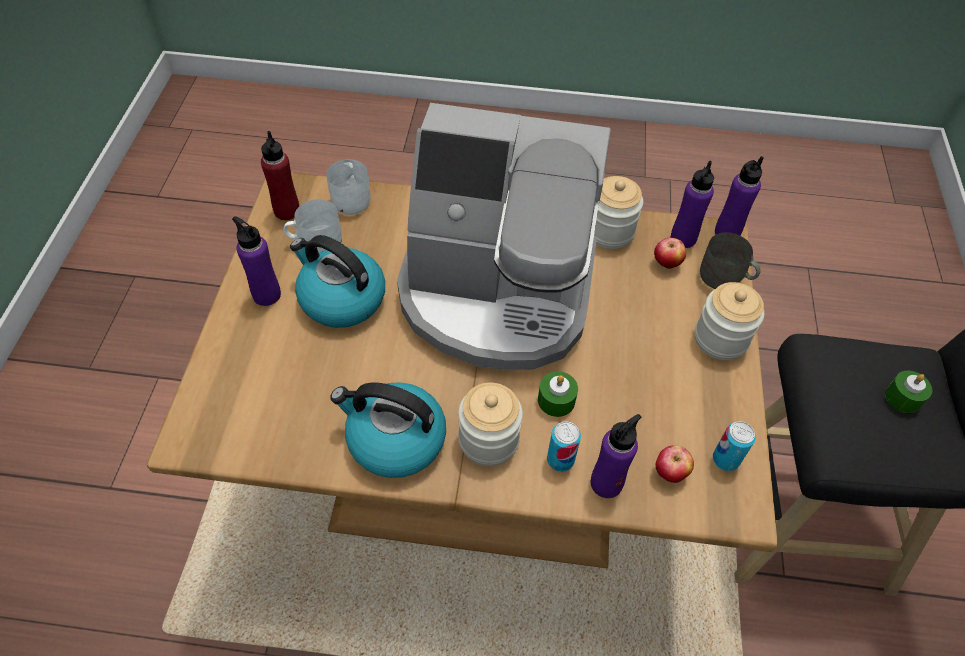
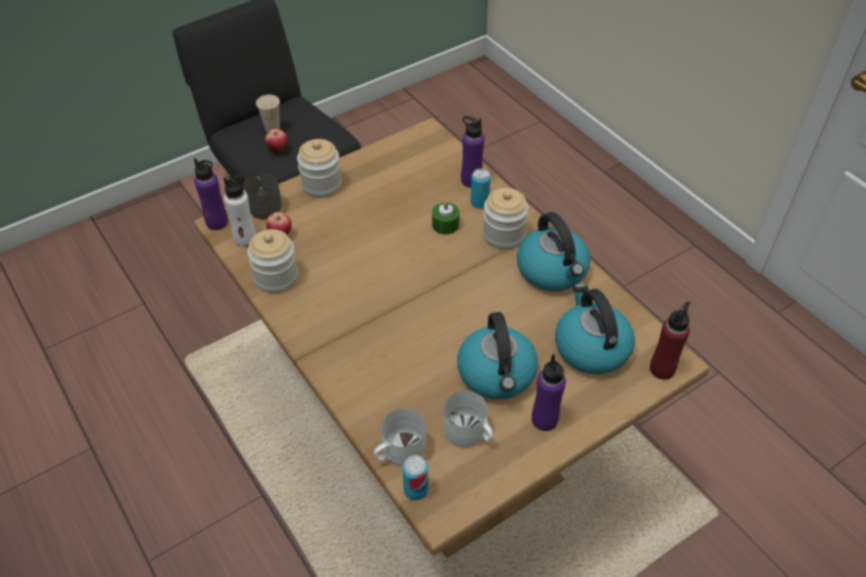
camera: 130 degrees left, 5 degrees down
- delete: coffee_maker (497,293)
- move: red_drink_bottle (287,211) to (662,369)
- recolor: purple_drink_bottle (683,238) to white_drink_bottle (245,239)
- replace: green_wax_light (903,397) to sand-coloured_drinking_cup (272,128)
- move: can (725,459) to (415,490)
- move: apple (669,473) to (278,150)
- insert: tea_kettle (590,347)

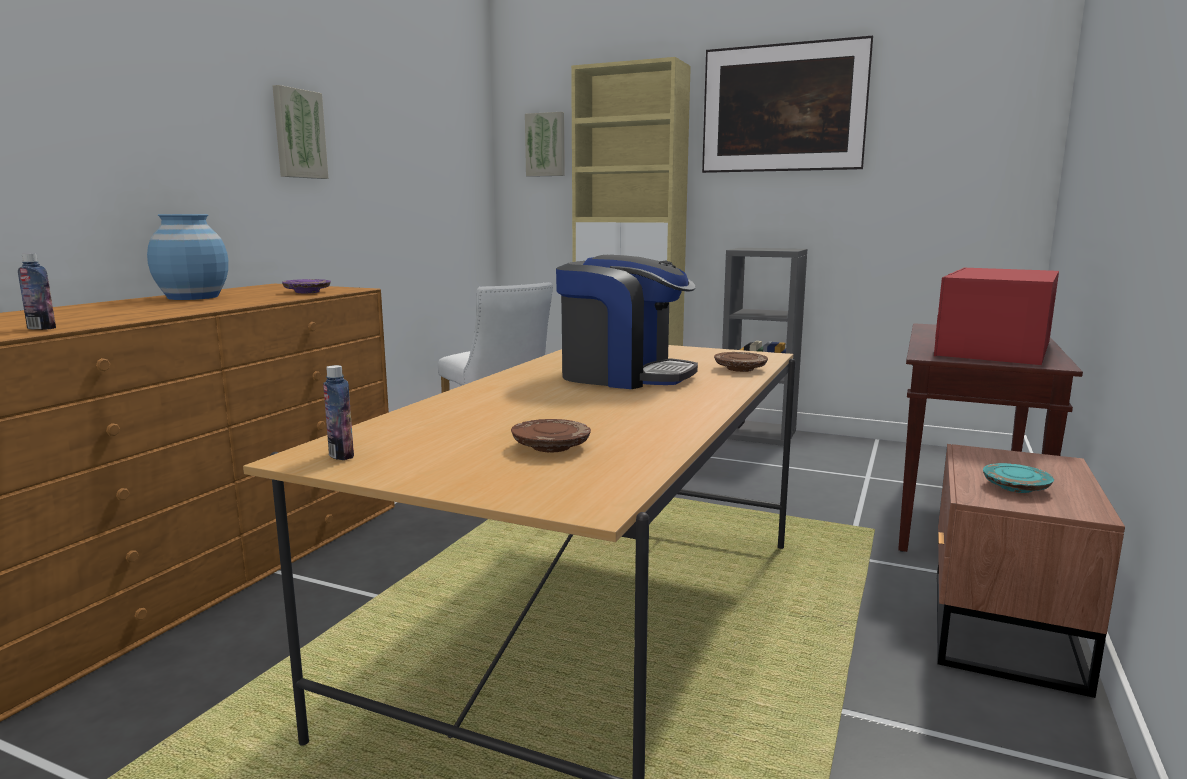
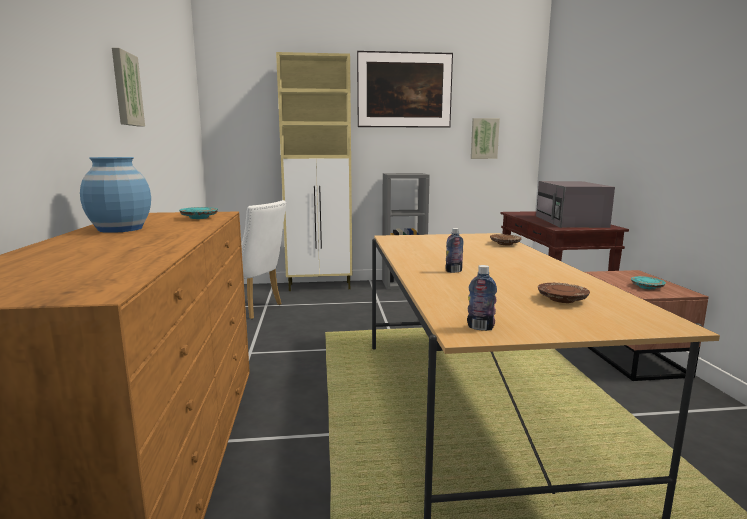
camera: 30 degrees left, 0 degrees up
- move: picture (546,145) to (484,138)
- move: drink_bottle (41,328) to (453,271)
- delete: coffee_maker (624,376)
- recolor: red_microwave (994,349) to greyish_microwave (570,221)
- recolor: purple_dinner_plate (307,292) to blue-green_dinner_plate (199,218)

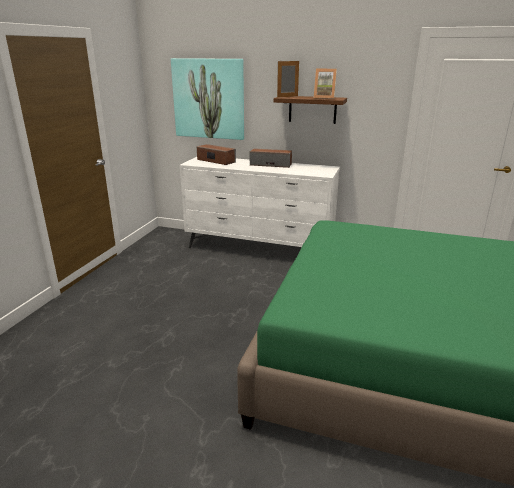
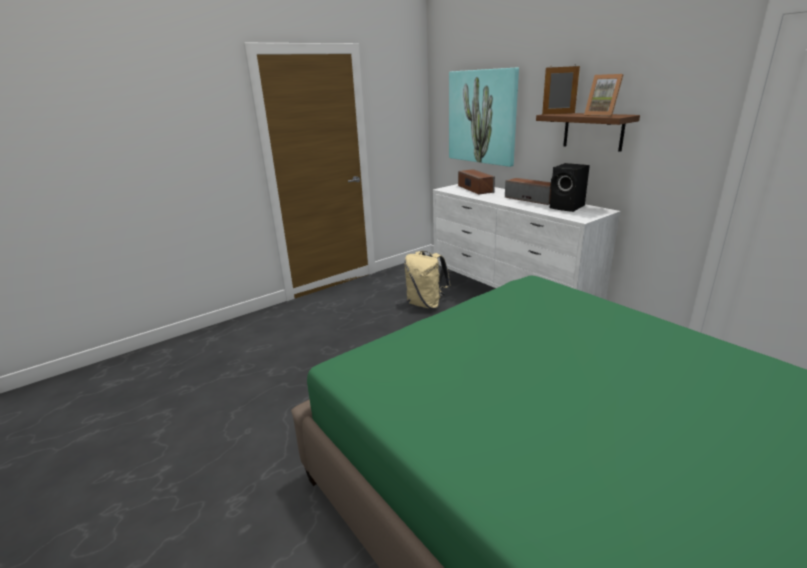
camera: 35 degrees right, 0 degrees up
- insert: black_speaker (568,207)
- insert: sand-coloured_knapsack (426,304)

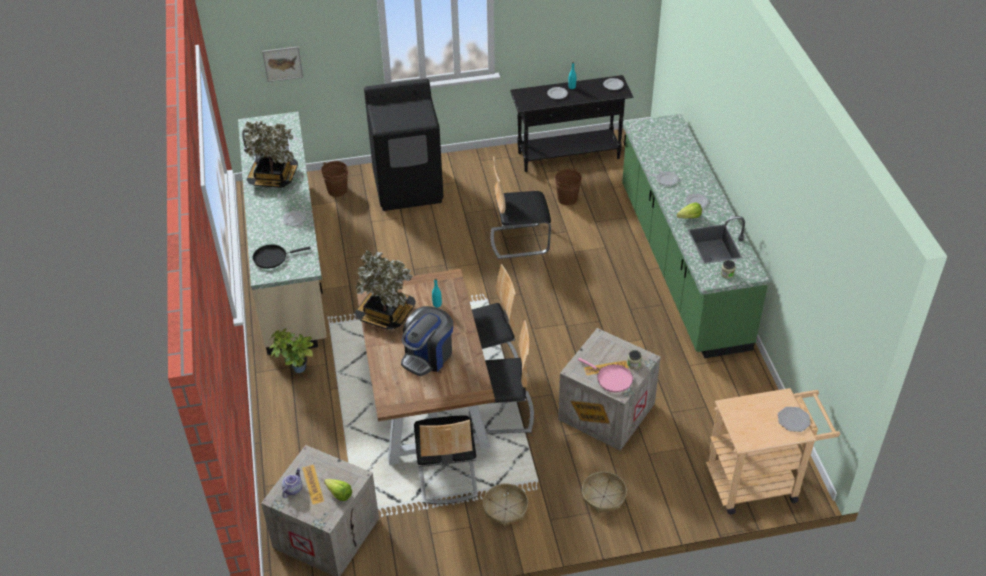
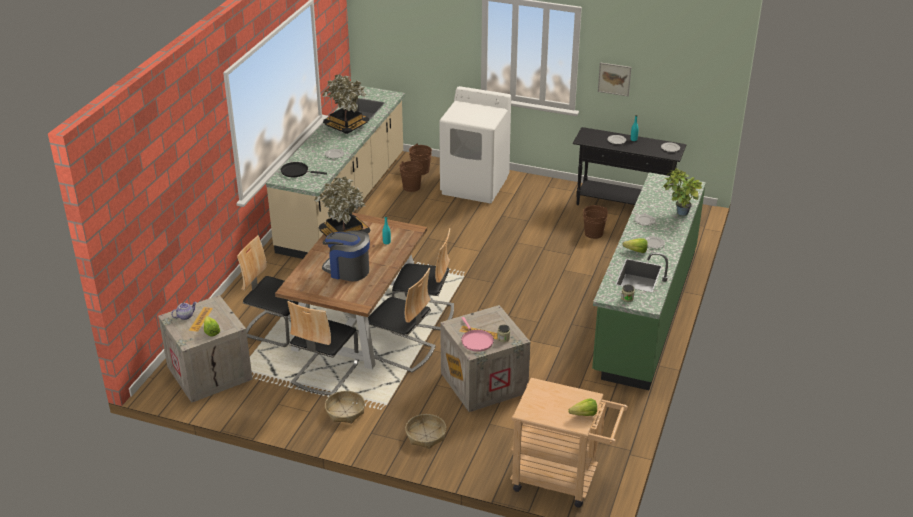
camera: 30 degrees right, 10 degrees down
- move: picture (282,63) to (614,79)
- recolor: black_washing_machine (408,187) to white_washing_machine (475,185)
- move: upright_chair (519,240) to (276,329)
- rotate: coffee_maker (428,356) = (347,270) 45 degrees clockwise
- move: houseplant (296,370) to (678,213)
- replace: dinner_plate (793,420) to lettuce_head (581,415)
- insert: brownish_water_bucket (411,187)

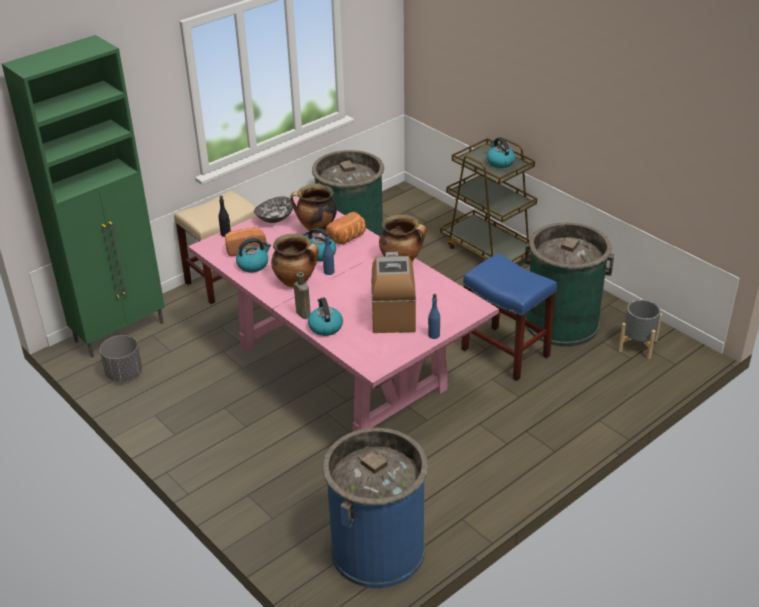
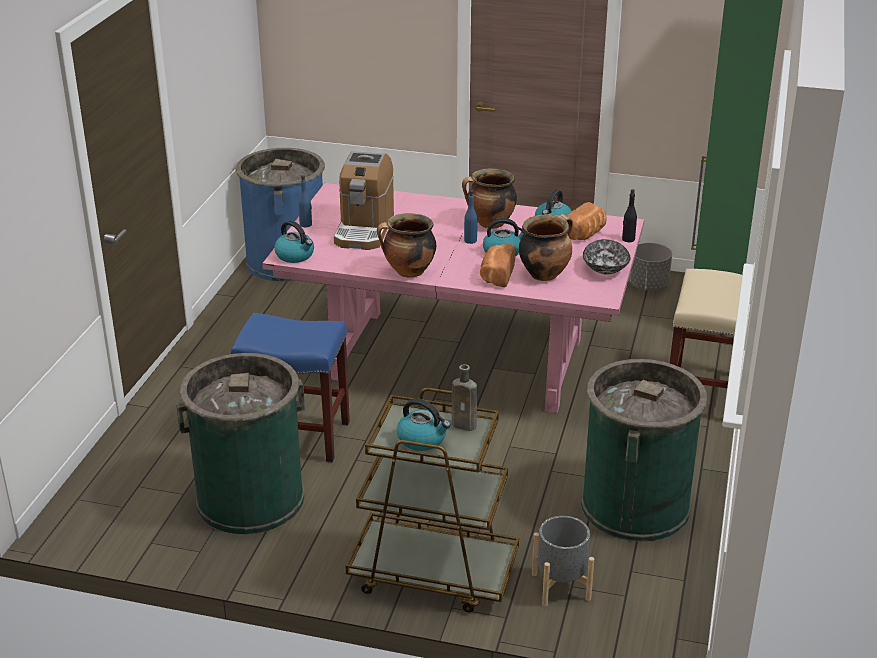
camera: 145 degrees right, 5 degrees down
- rotate: coffee_maker (393,312) = (364,229) 45 degrees clockwise
- move: brownish_drink_bottle (302,313) to (466,425)
- move: tea_kettle (325,327) to (295,255)
- move: greyish_planter (637,346) to (561,586)

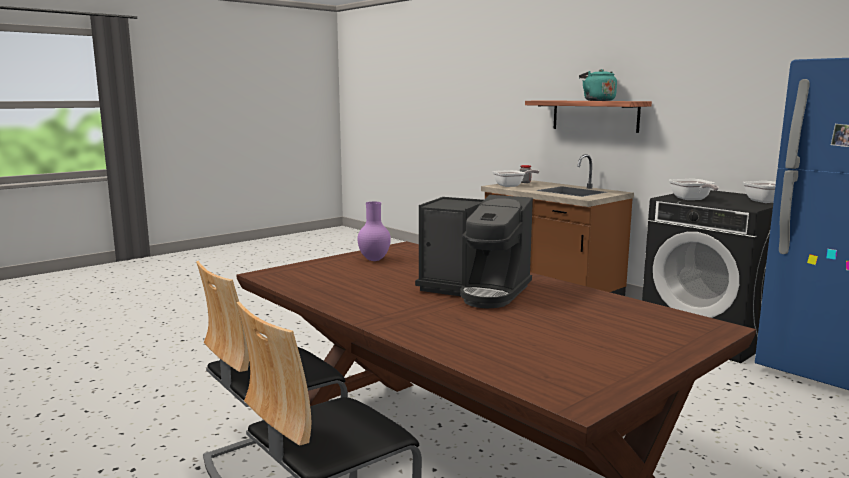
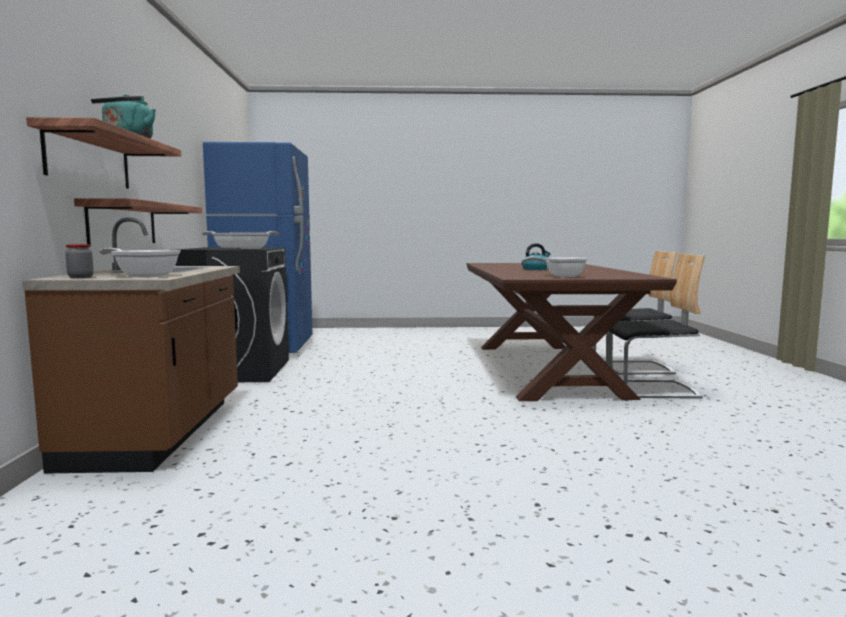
camera: 140 degrees left, 5 degrees down
- replace: coffee_maker (476,291) to tea_kettle (535,269)
- replace: purple_decorative_vase (375,260) to frying_pan (560,276)
- insert: bracket_shelf (123,224)

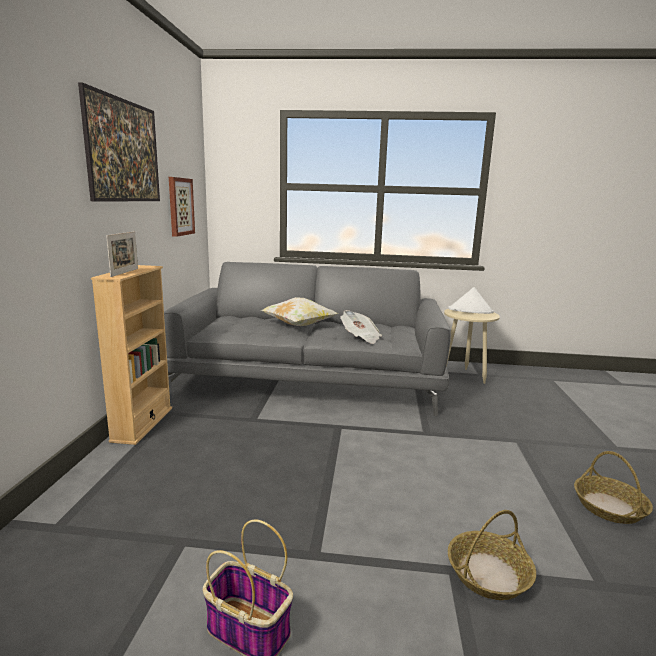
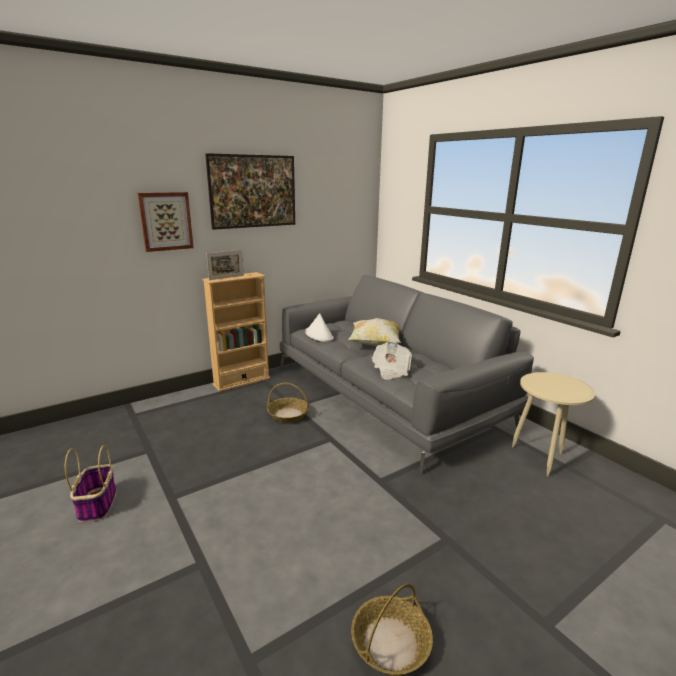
camera: 50 degrees right, 5 degrees up
- move: picture (180,206) to (166,221)
- move: white_clothing_hat (470,311) to (319,335)
- move: household_basket (488,573) to (288,414)

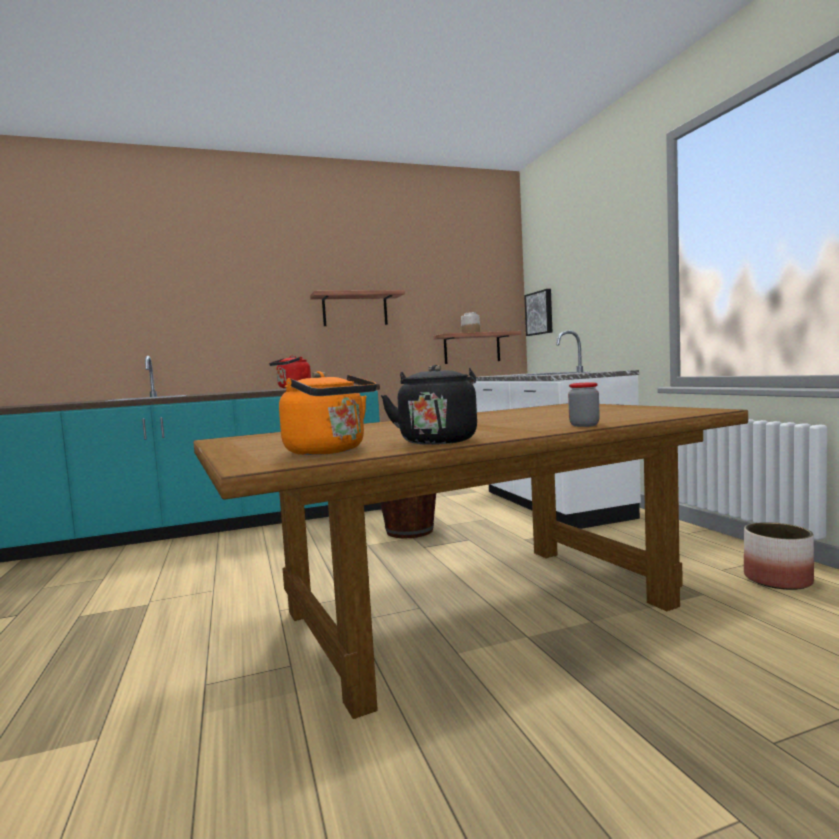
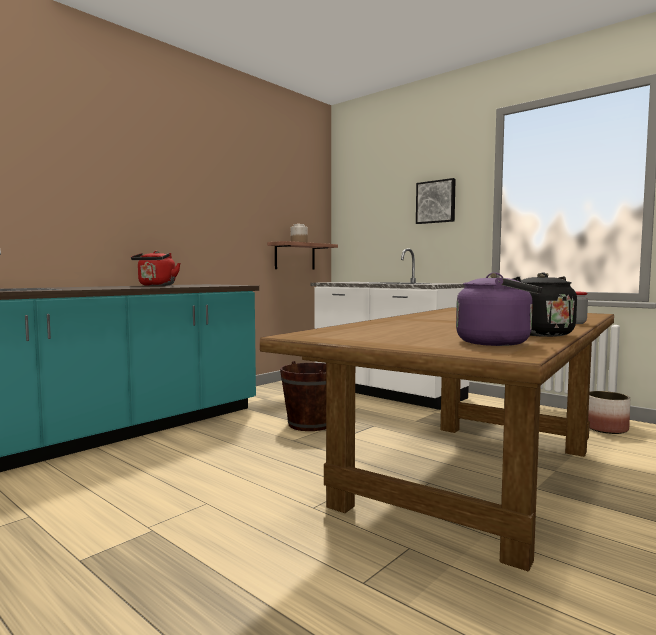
camera: 30 degrees left, 0 degrees up
- move: picture (540,313) to (436,202)
- delete: bracket_shelf (355,310)
- recolor: orange_tea_kettle (329,451) to purple_tea_kettle (498,343)

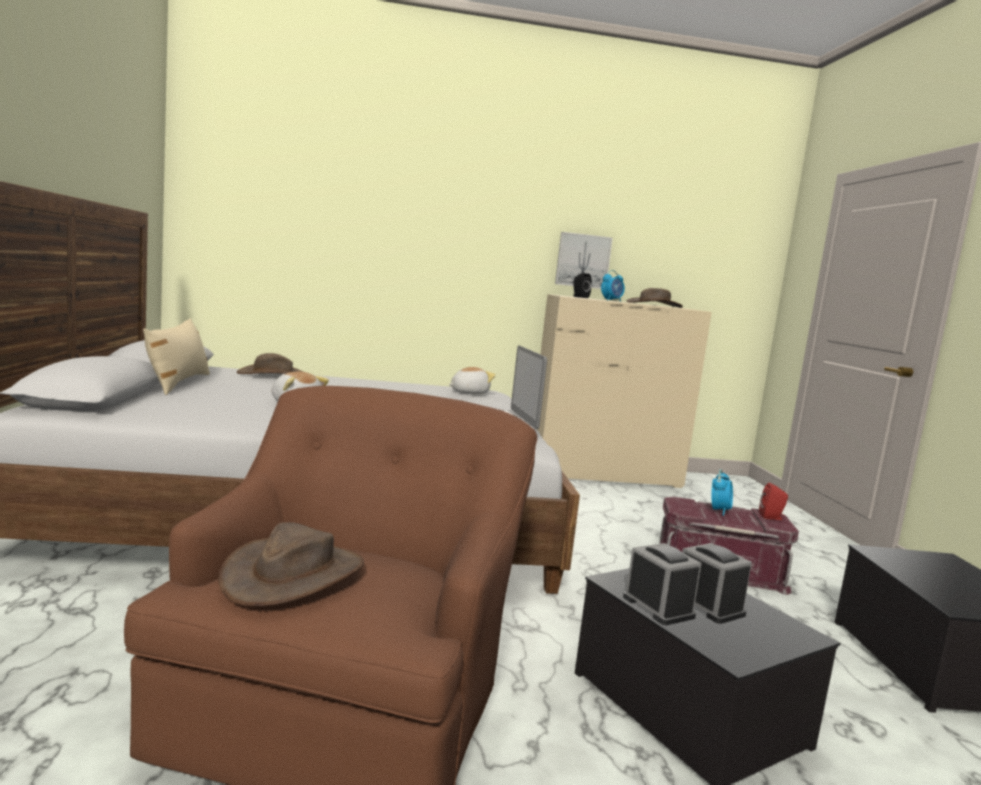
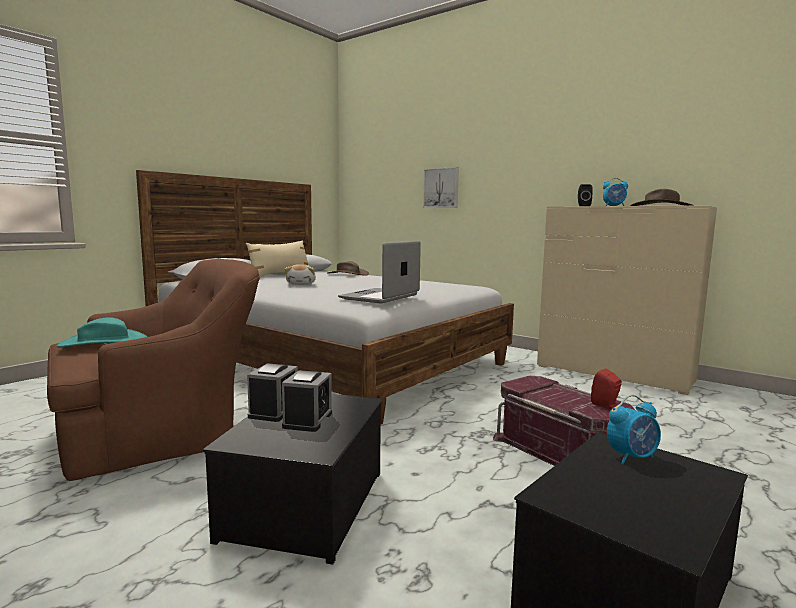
camera: 45 degrees right, 0 degrees up
- move: picture (582,261) to (441,188)
- delete: plush_toy (469,392)
- move: table_clock (719,510) to (632,457)
- recolor: brownish_clothing_hat (293,574) to blue-green_clothing_hat (104,343)

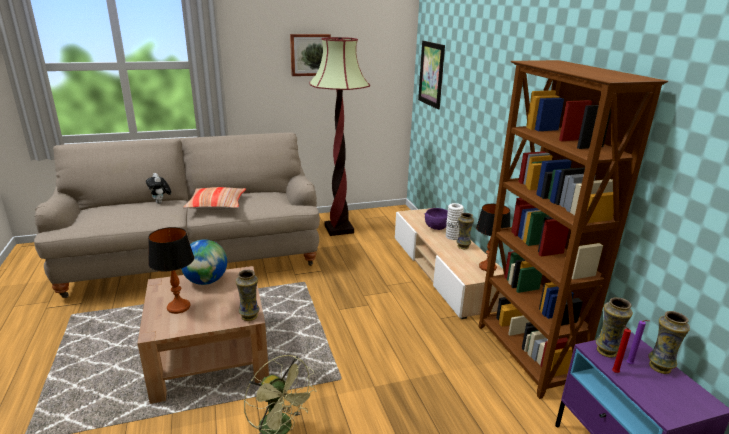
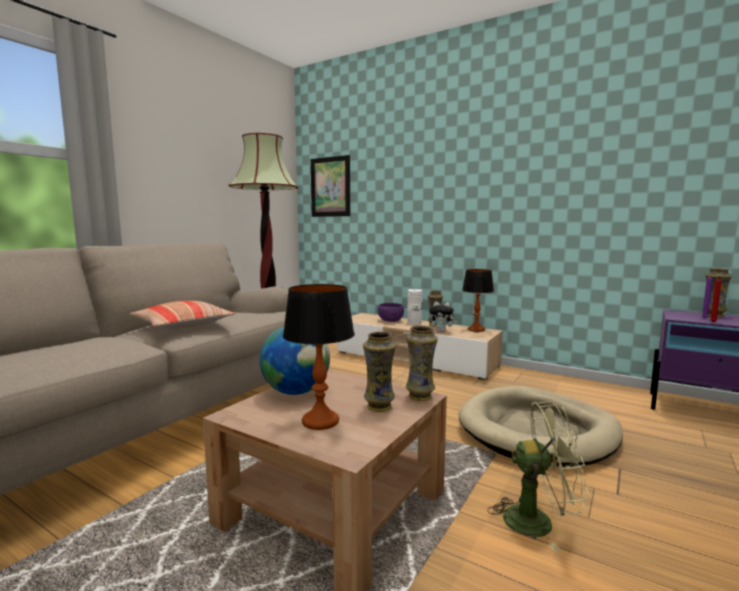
camera: 40 degrees left, 15 degrees down
- delete: picture (310,55)
- delete: brownish_shelving_unit (525,356)
- move: plush_toy (161,202) to (442,331)
- move: decorative_vase (606,351) to (379,407)
- insert: sand-coloured_pet_bed (537,431)

